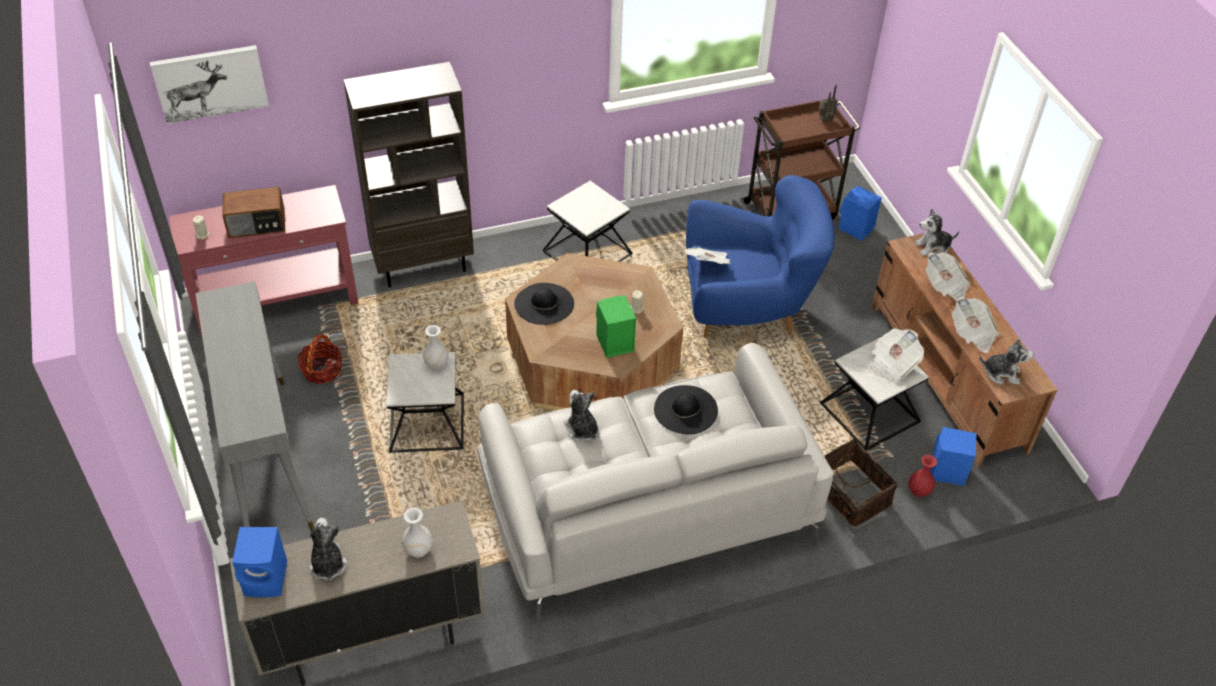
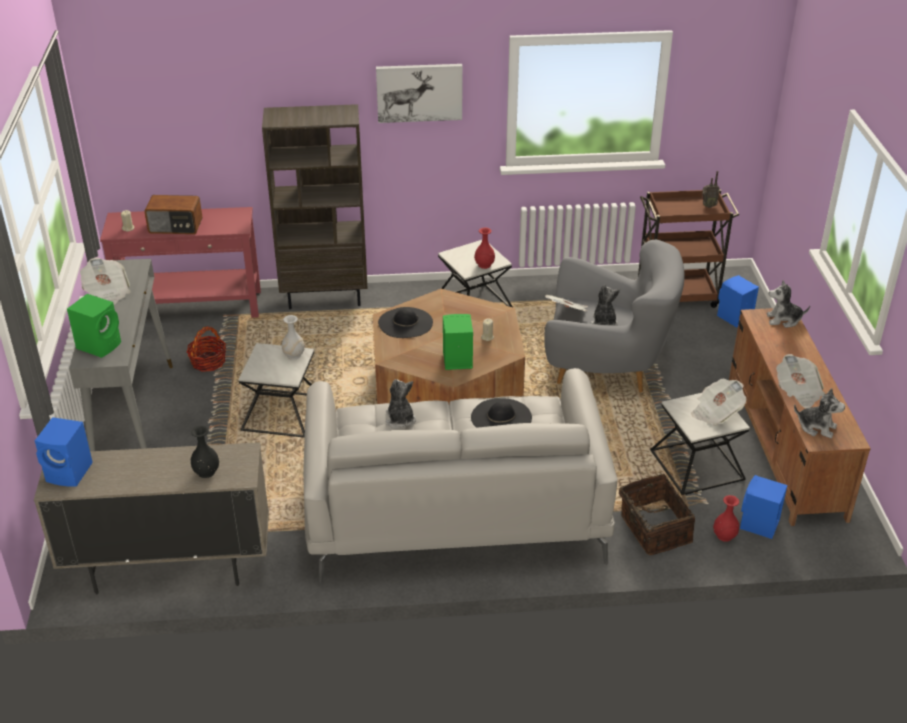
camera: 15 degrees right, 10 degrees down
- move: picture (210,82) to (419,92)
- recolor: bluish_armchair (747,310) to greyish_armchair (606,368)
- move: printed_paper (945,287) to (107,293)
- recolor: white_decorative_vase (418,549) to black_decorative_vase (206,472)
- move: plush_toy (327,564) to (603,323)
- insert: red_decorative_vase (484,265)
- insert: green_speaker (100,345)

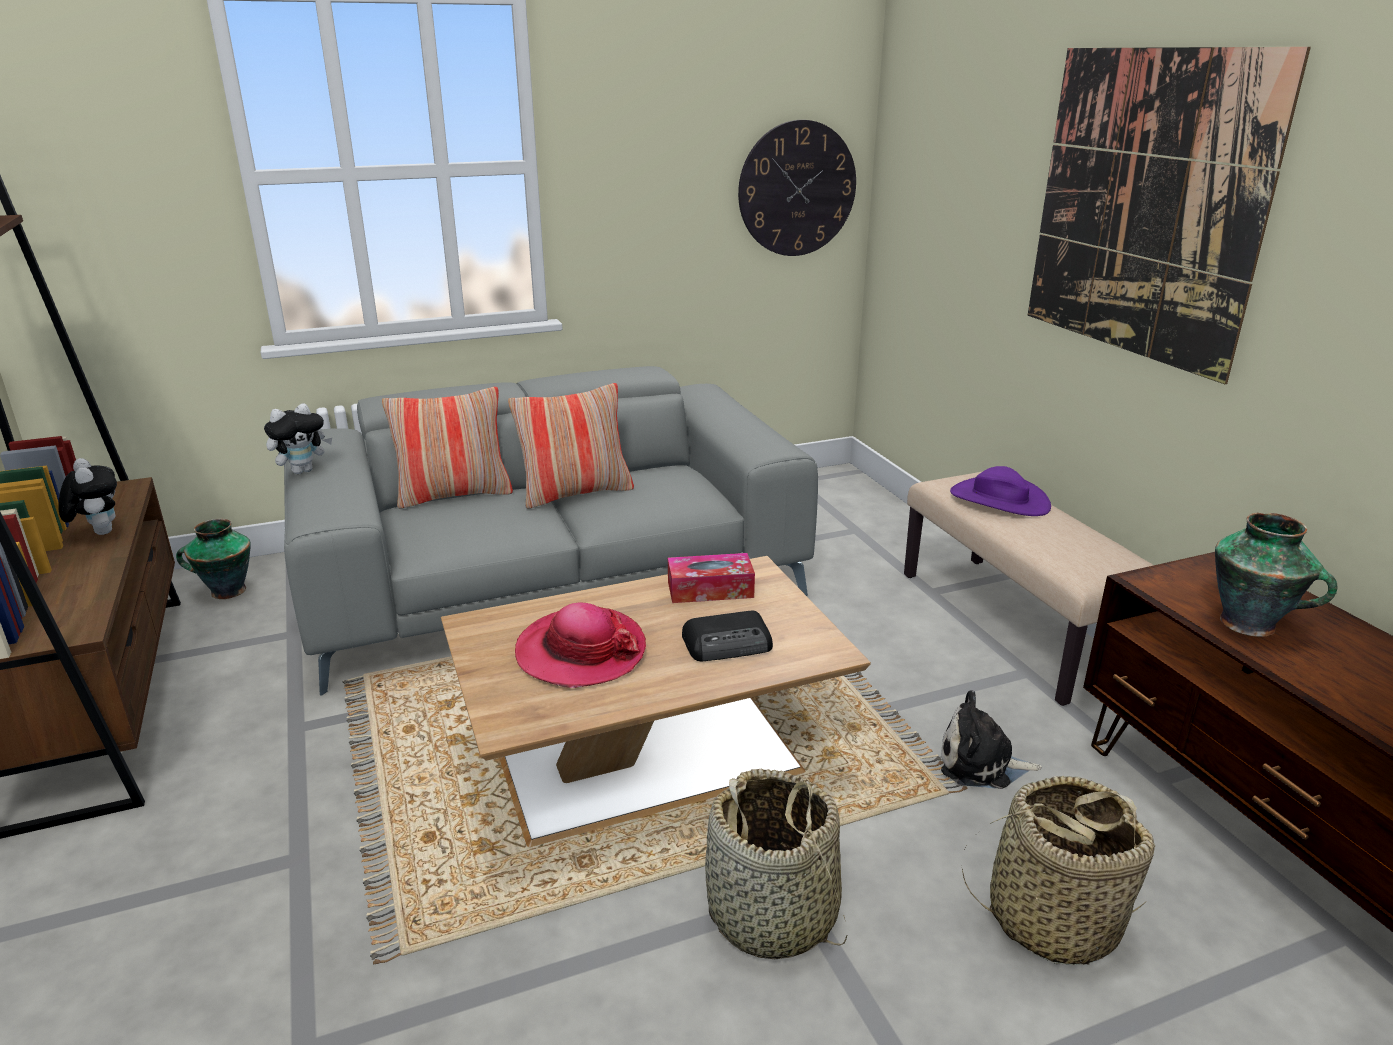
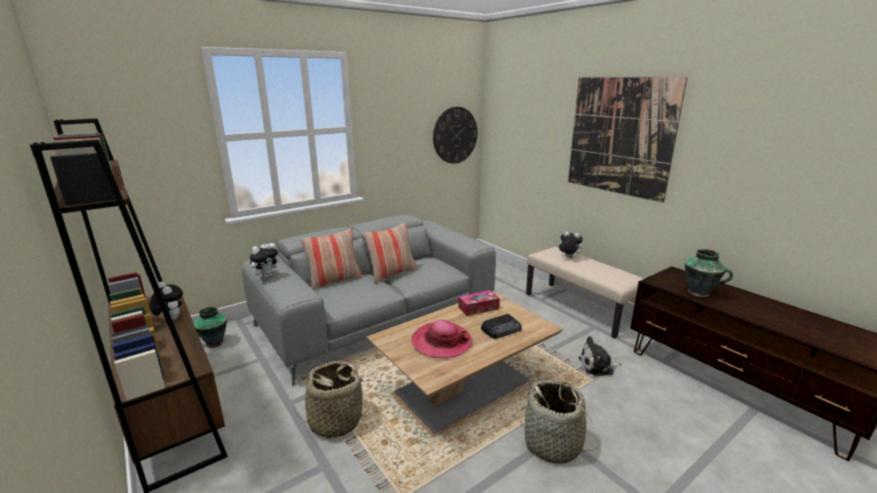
camera: 15 degrees left, 5 degrees down
- replace: purple_clothing_hat (999,500) to plush_toy (568,257)
- move: household_basket (1052,918) to (335,421)

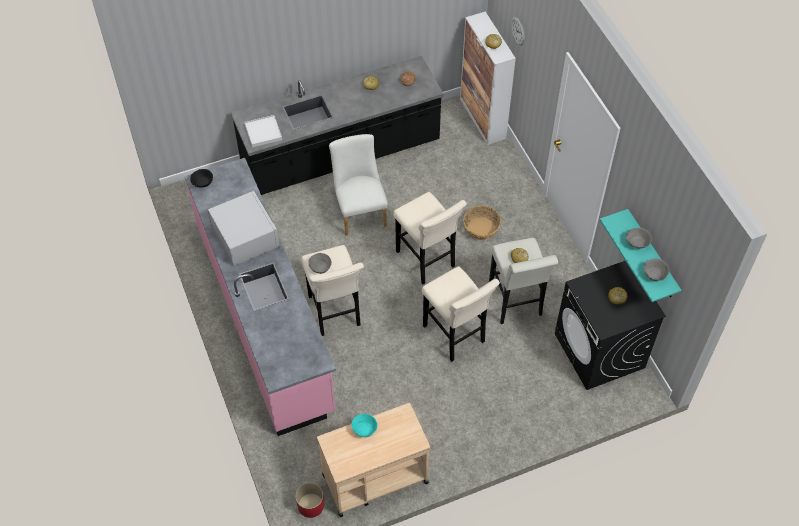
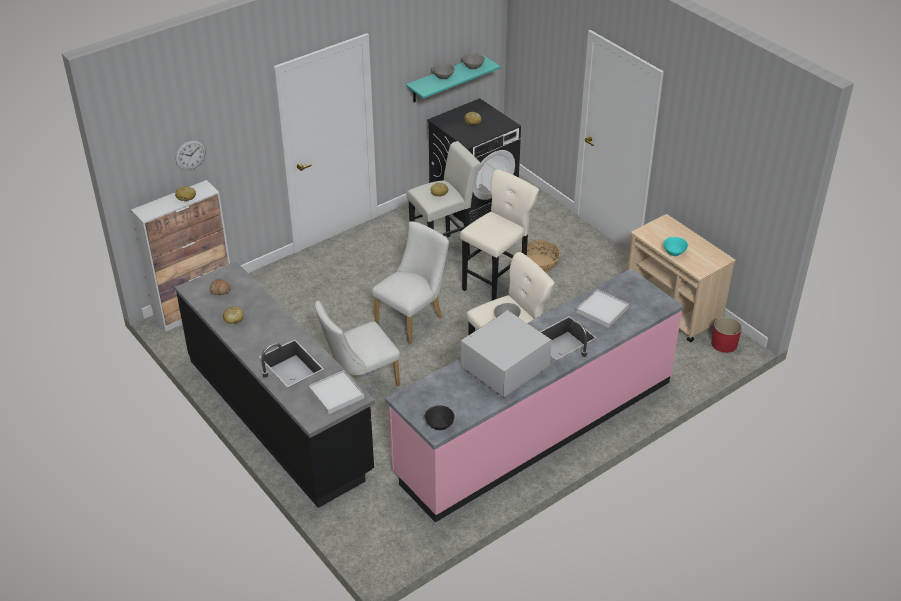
camera: 105 degrees left, 15 degrees down
- replace: sand-coloured_stool (426,261) to white_upright_chair (413,318)
- move: household_basket (481,228) to (539,263)
- insert: white_carrying_tray (602,310)

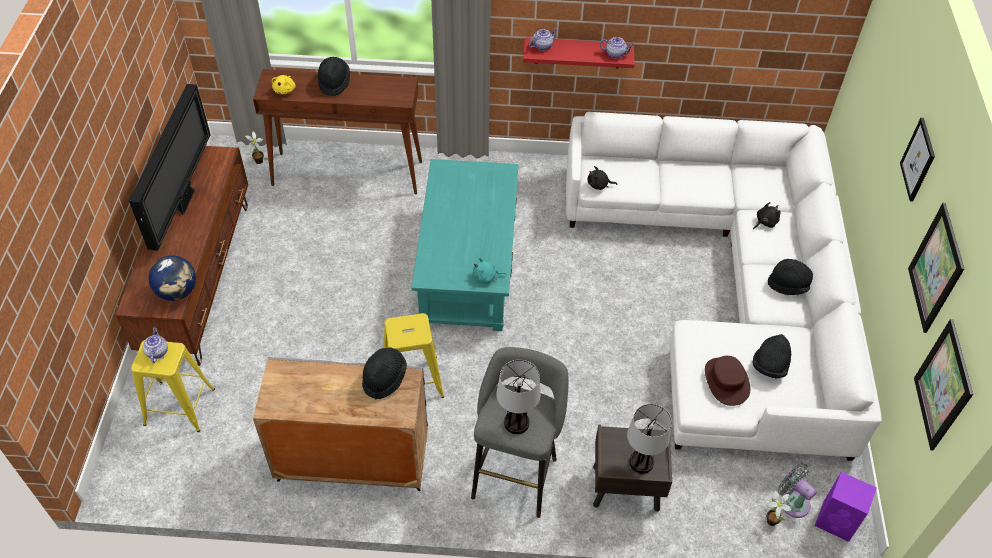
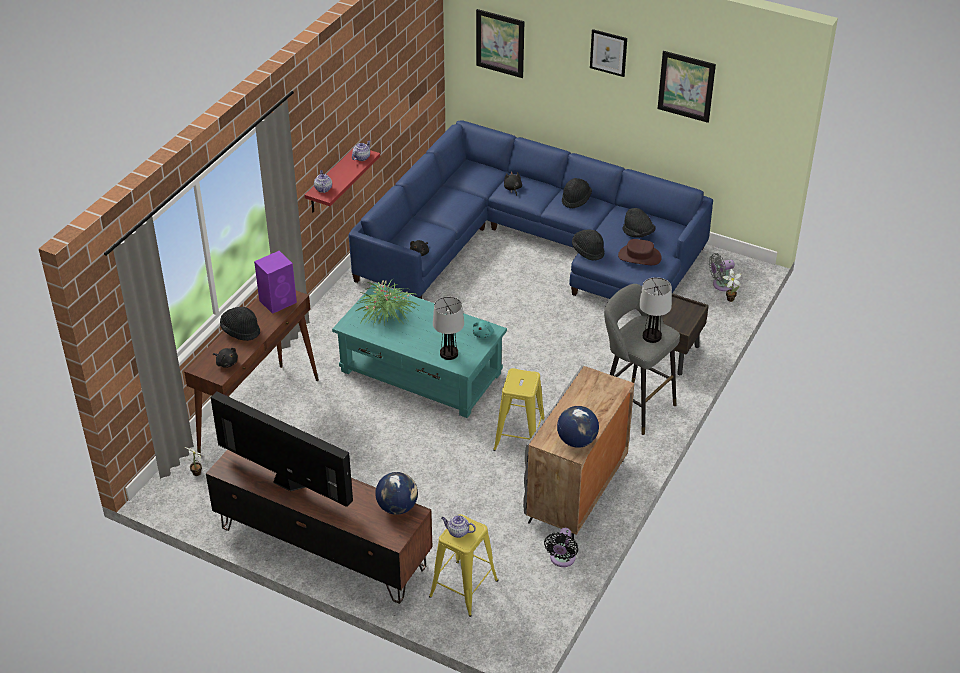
camera: 65 degrees left, 10 degrees down
- recolor: yellow_plush_toy (285,90) to black_plush_toy (226,363)
- recolor: white_sofa (730,285) to bluish_sofa (530,244)
- move: picture (943,385) to (500,43)
- move: black_clothing_hat (384,378) to (588,251)
- move: tabletop_lamp (641,462) to (448,353)
- move: purple_speaker (837,521) to (278,301)
- insert: houseplant (386,314)
- insert: globe (577,441)
- insert: black_cooling_fan (562,559)

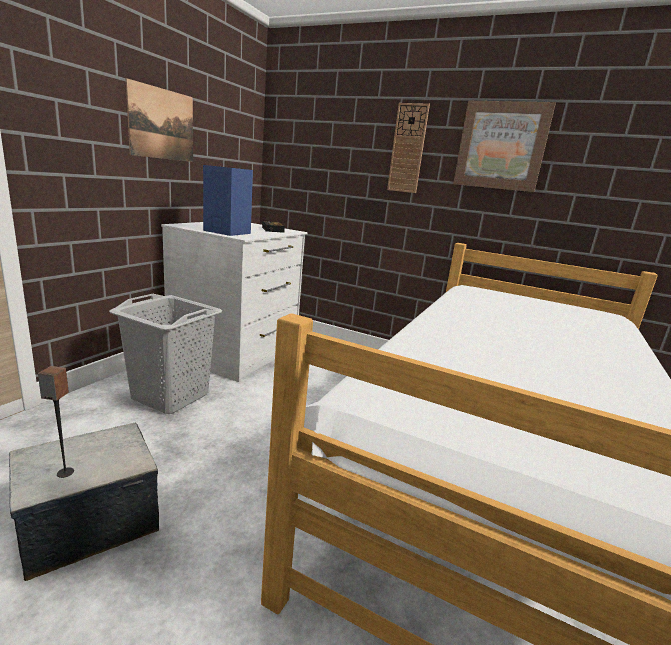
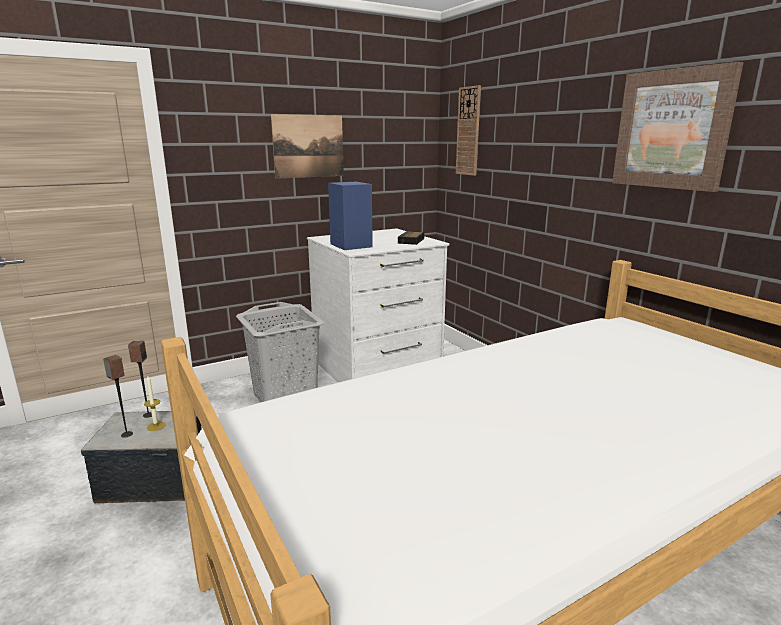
camera: 35 degrees right, 0 degrees up
- move: hanging_clock (408,149) to (468,131)
- insert: speaker (148,415)
- insert: wax_light (156,426)

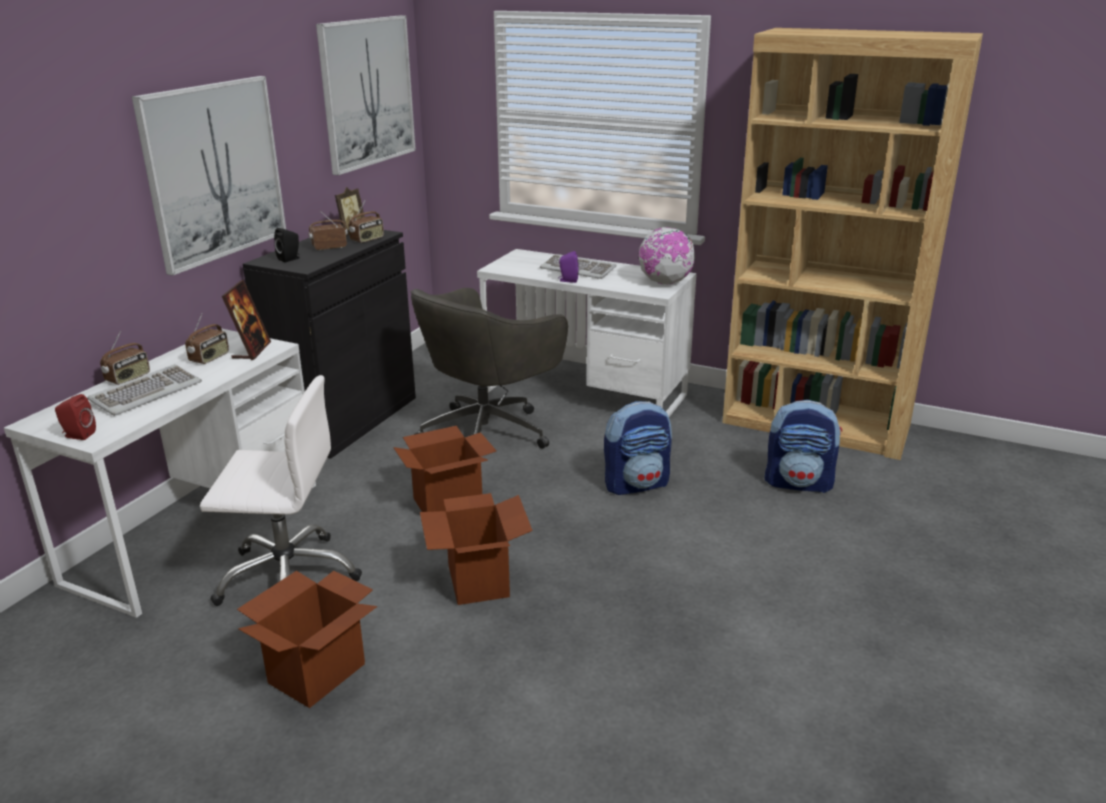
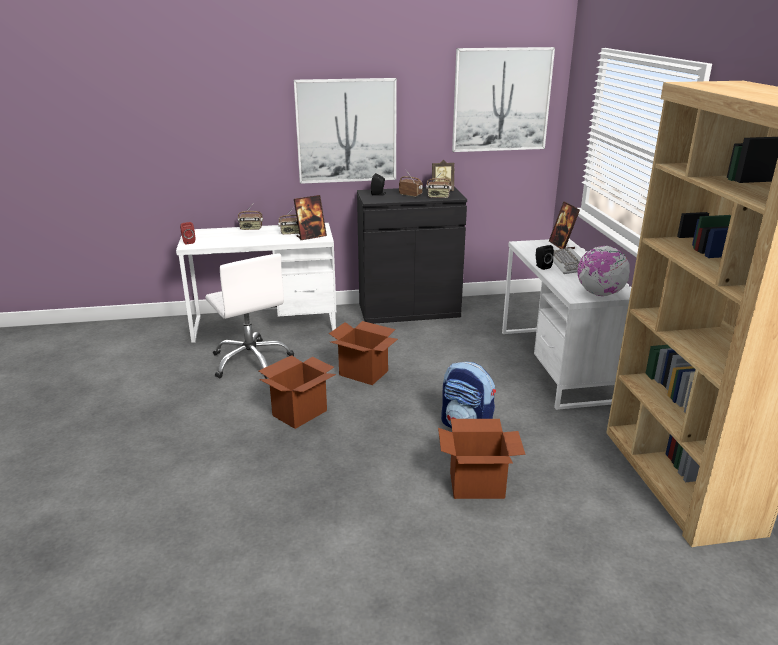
camera: 55 degrees right, 0 degrees up
- recolor: purple_speaker (568,280) to black_speaker (541,266)
- delete: greyish_desk_chair (488,432)
- delete: PC_keyboard (146,393)
- delete: knapsack (799,483)
- move: cardboard_box (317,673) to (477,485)
- insert: photo_frame (561,245)

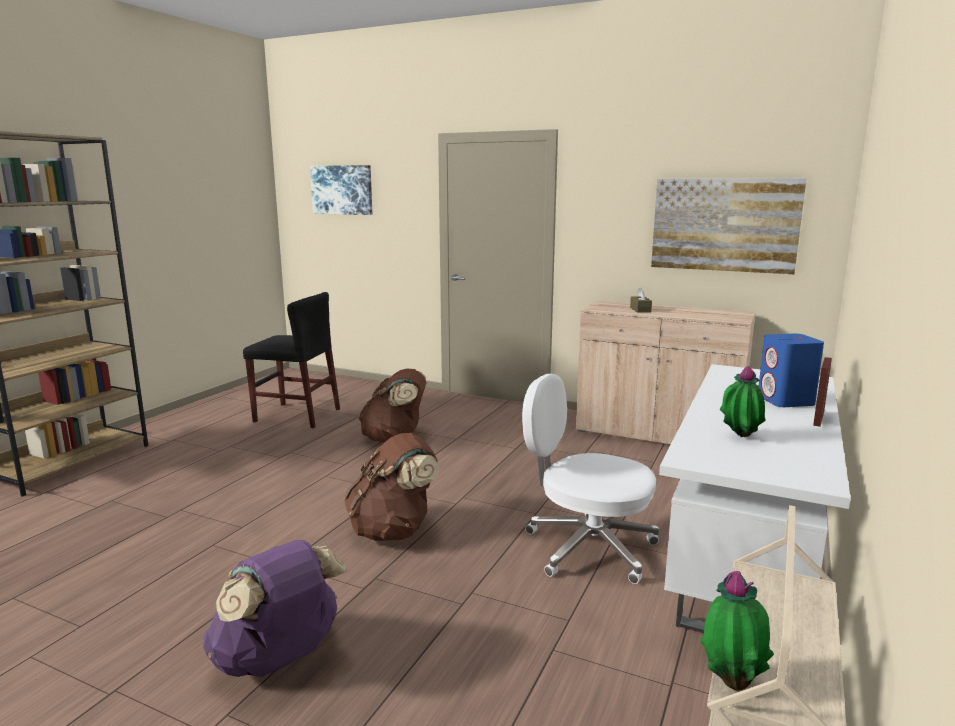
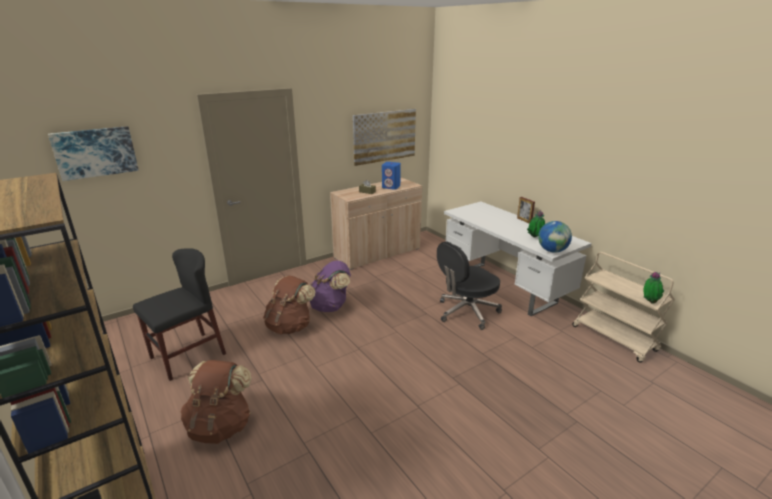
camera: 60 degrees left, 10 degrees up
- move: bluish_speaker (786,401) to (391,187)
- recolor: white_desk_chair (587,547) to black_desk_chair (466,312)
- move: brownish_knapsack (394,531) to (220,426)
- move: purple_knapsack (279,659) to (330,306)
- insert: globe (552,251)

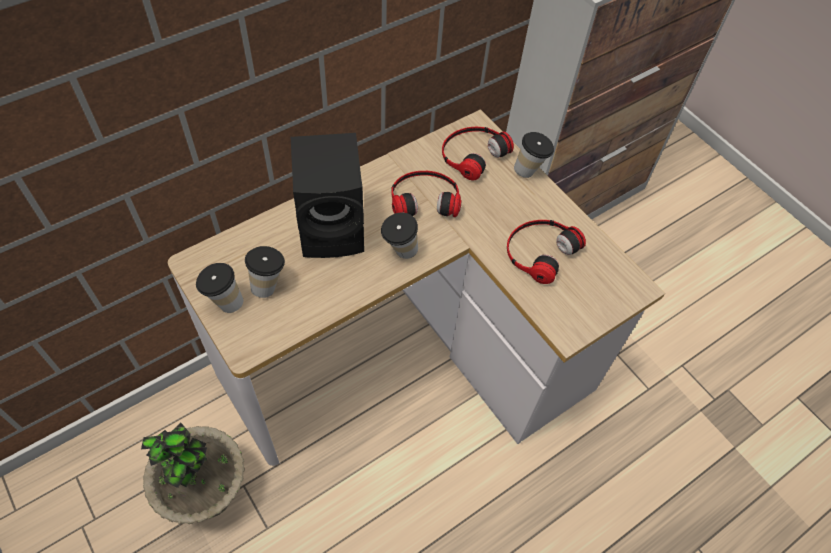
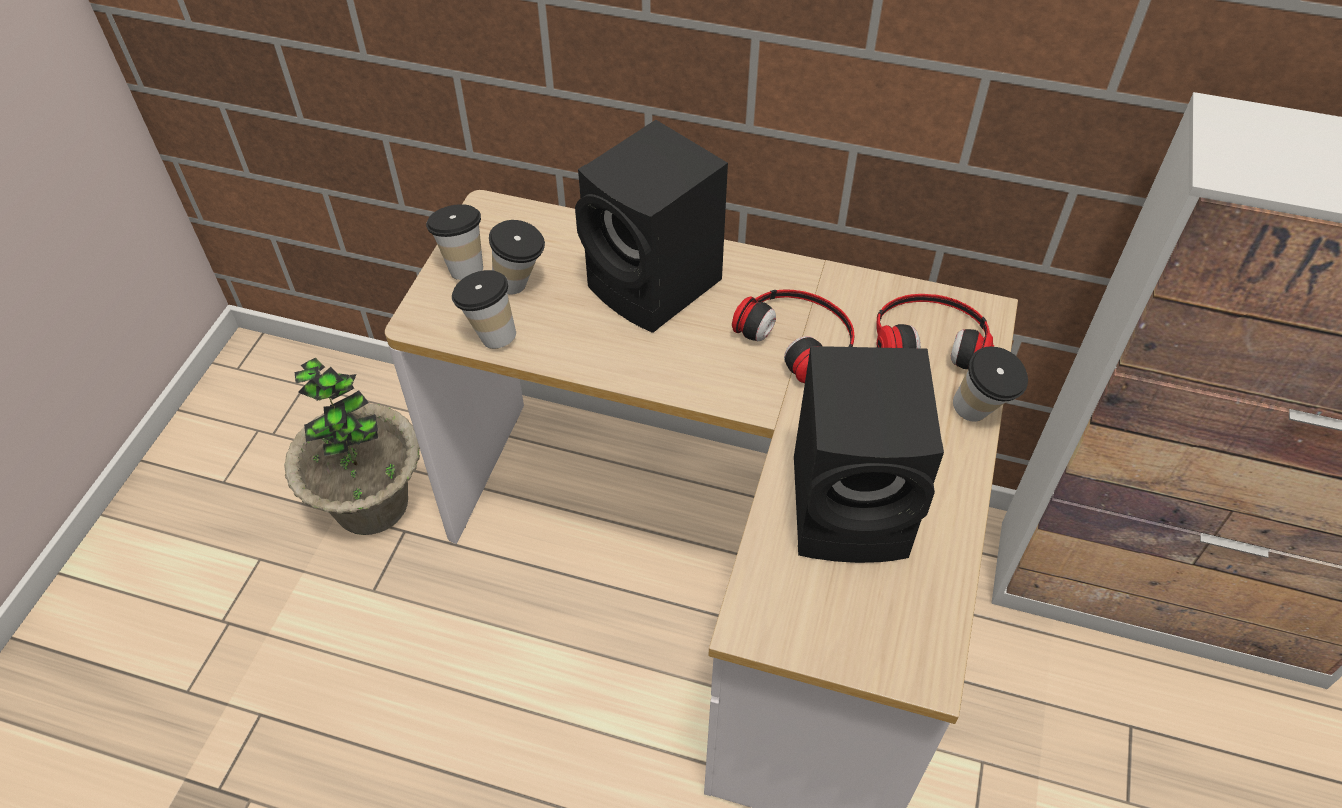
camera: 55 degrees right, 5 degrees down
- move: drinking_cup (399,252) to (490,334)
- replace: headset (539,251) to black_speaker (854,509)

